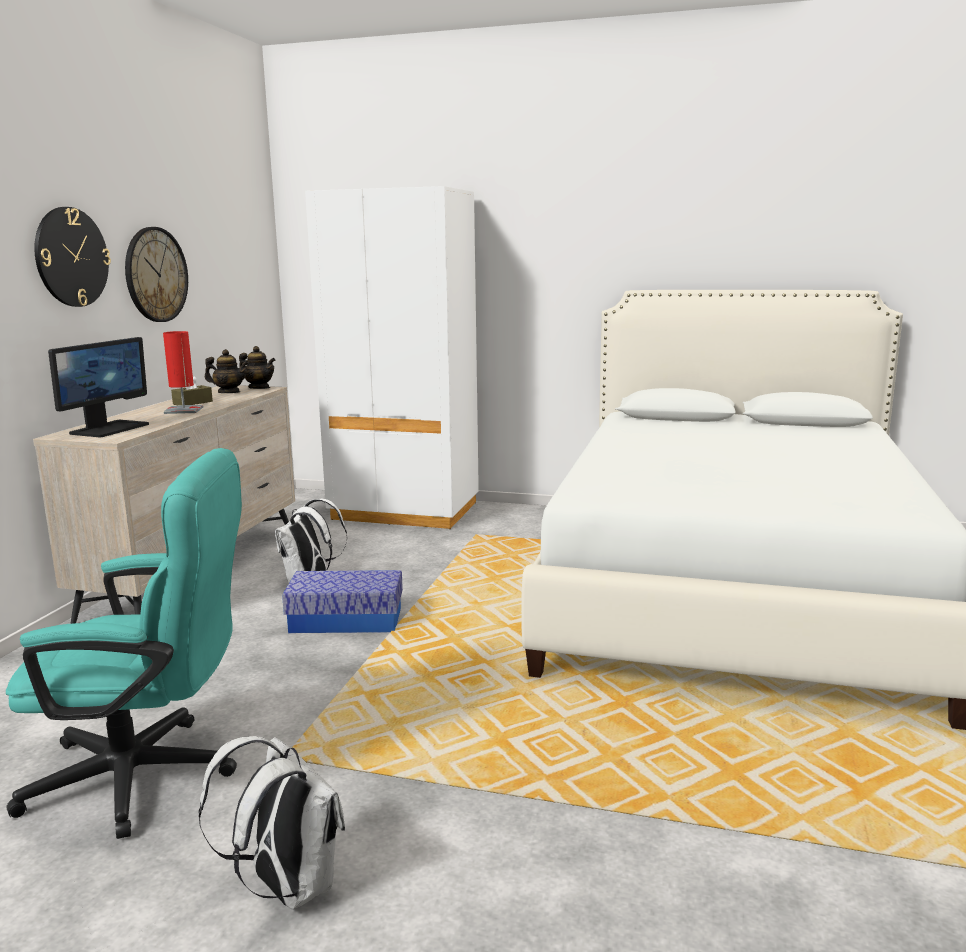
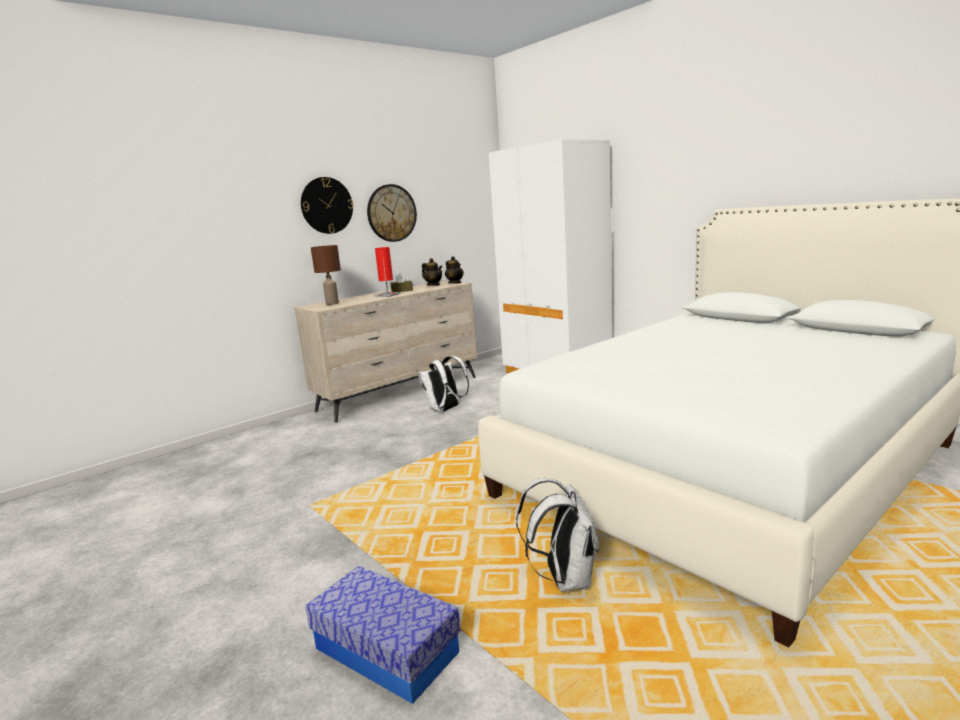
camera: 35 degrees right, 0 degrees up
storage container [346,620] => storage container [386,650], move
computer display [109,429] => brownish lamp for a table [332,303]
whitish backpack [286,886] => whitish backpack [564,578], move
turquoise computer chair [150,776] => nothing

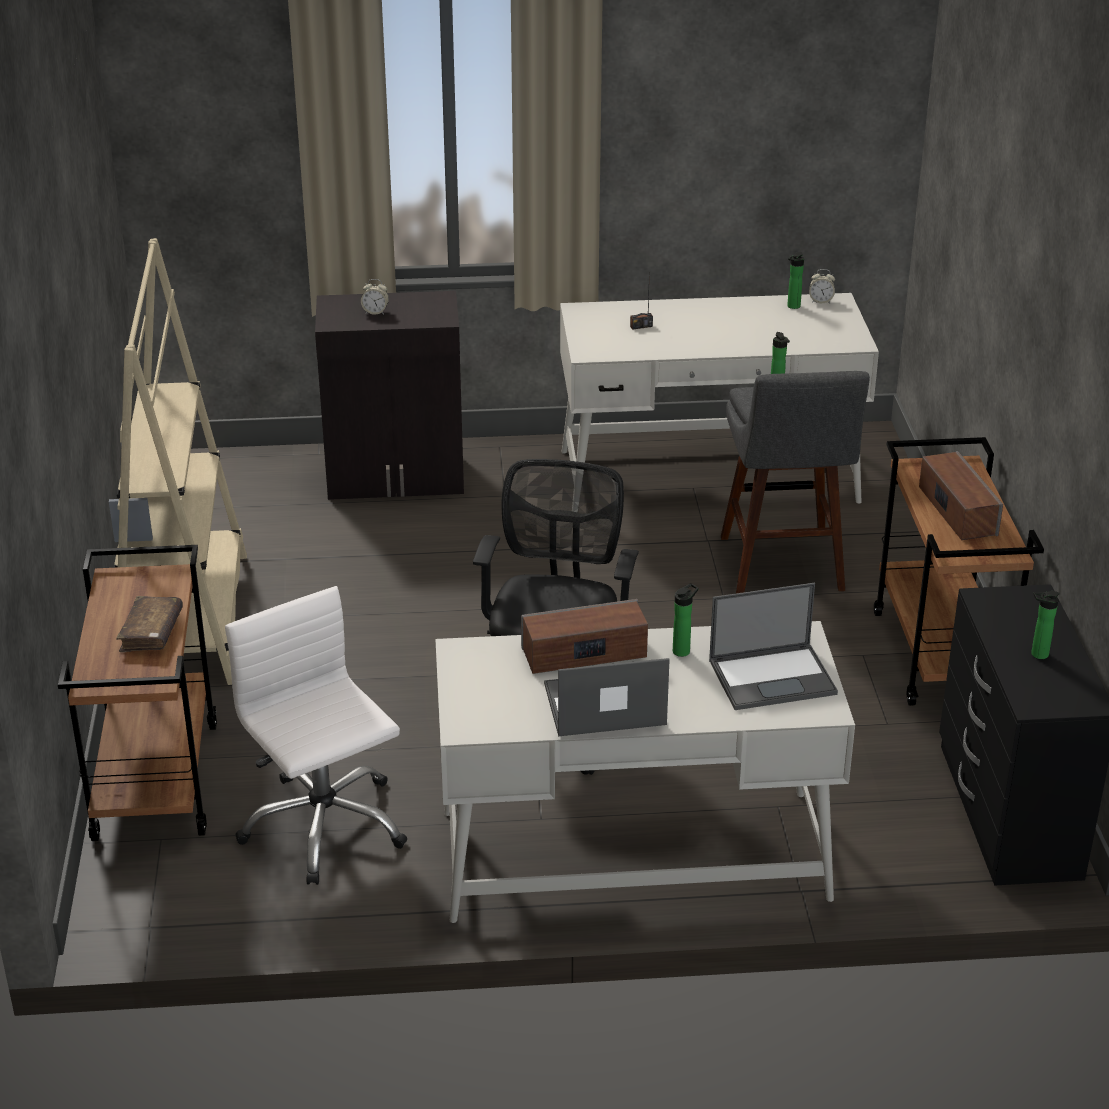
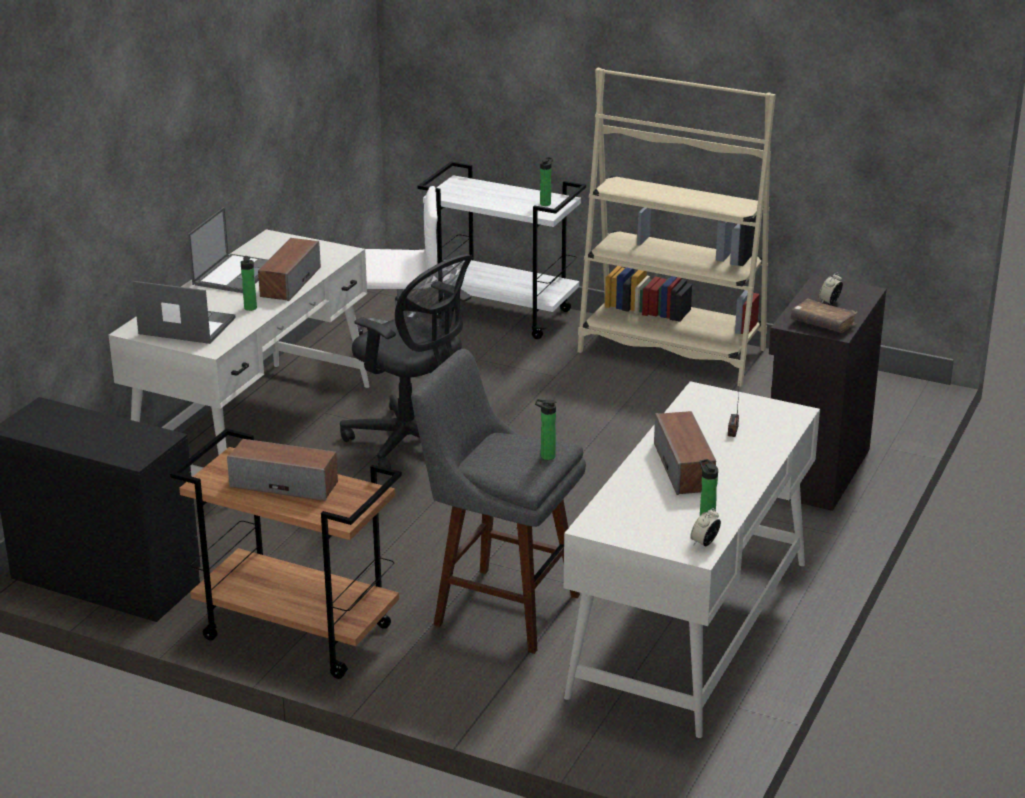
camera: 120 degrees right, 5 degrees down
notebook computer [773,677] => notebook computer [185,326], 90 degrees clockwise
brownish wheeled cart [155,780] => whitish wheeled cart [504,314]
drink bottle [1037,654] => drink bottle [546,203], move
nothing => speaker [684,467]
brownish volume [151,632] => brownish volume [823,324], move

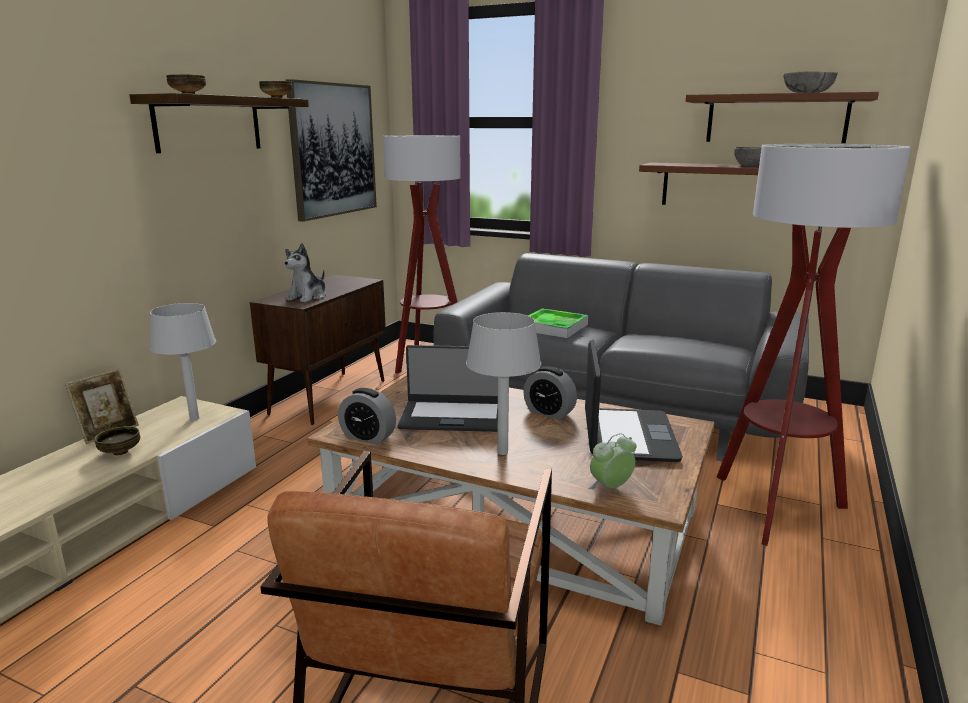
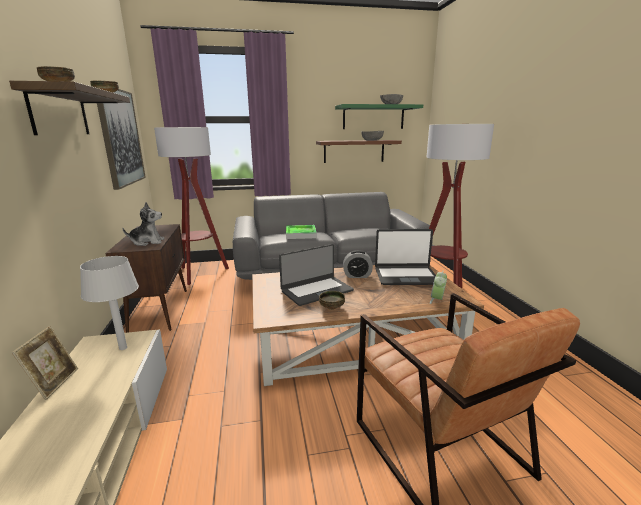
camera: 35 degrees left, 0 degrees up
plush toy [308,297] => plush toy [147,242], 90 degrees counterclockwise
bowl [120,452] => bowl [332,307], move
brownish bracket shelf [776,119] => green bracket shelf [373,117]
notebook computer [627,436] => notebook computer [405,276], 120 degrees clockwise
alarm clock [368,437] => nothing
greyish lamp for a table [502,452] => nothing

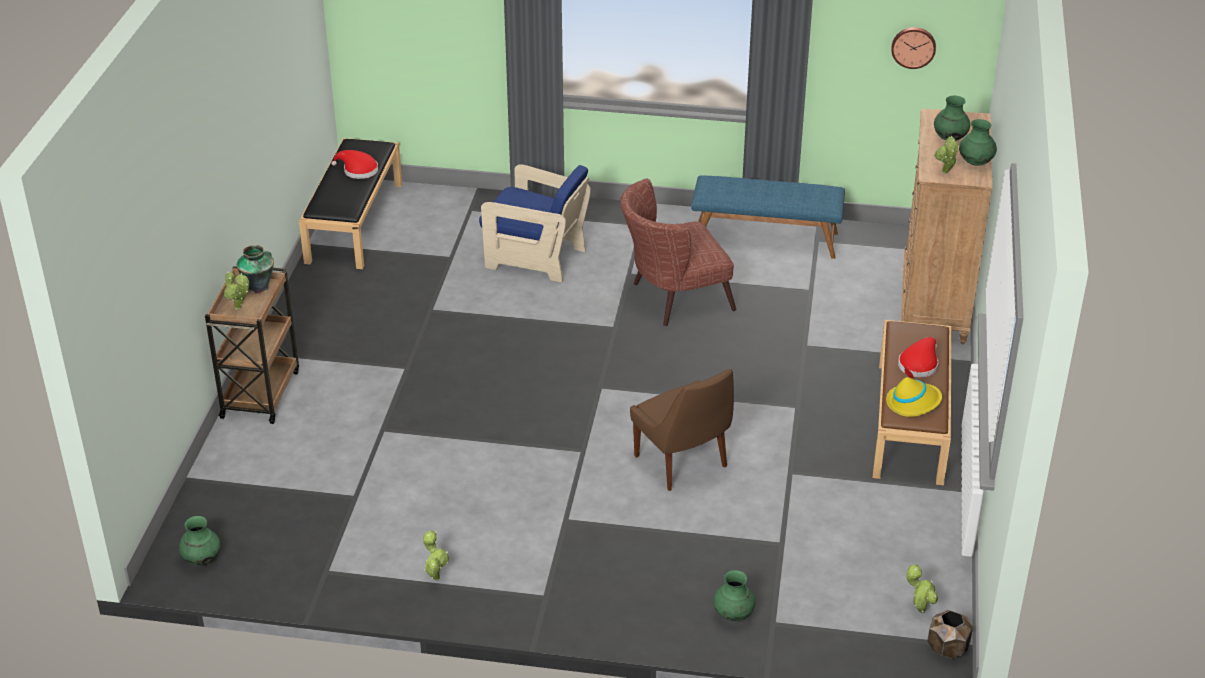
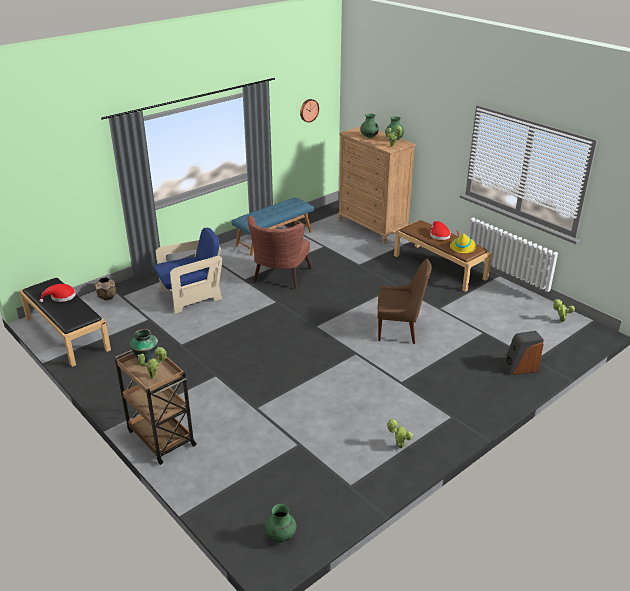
camera: 50 degrees left, 5 degrees down
brownish planter [947,648] => brownish planter [107,297], move
green decorative vase [733,615] => speaker [520,368]

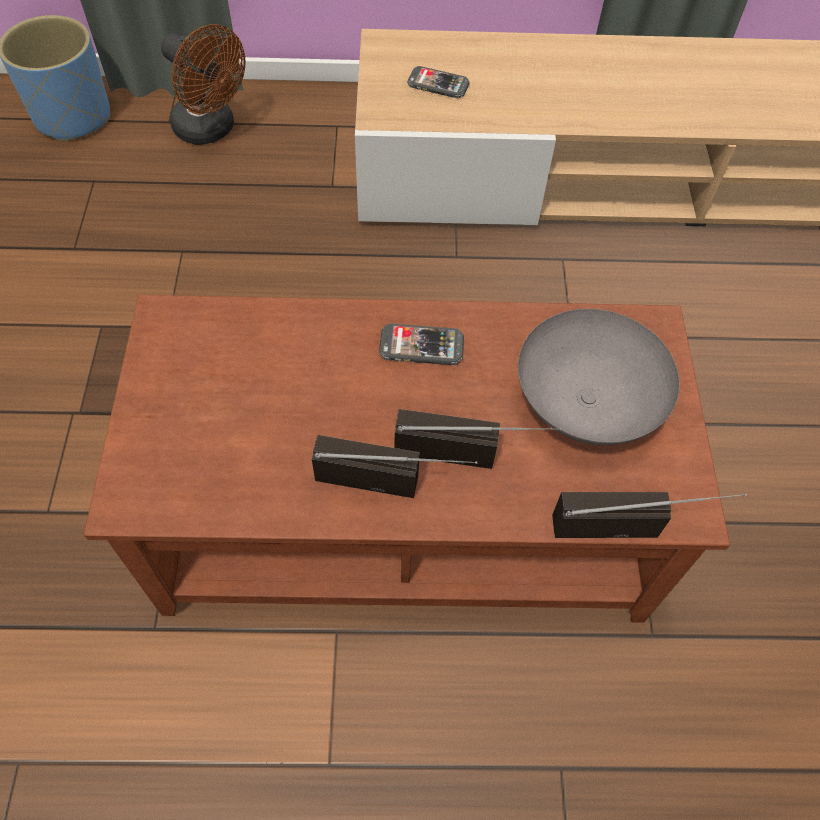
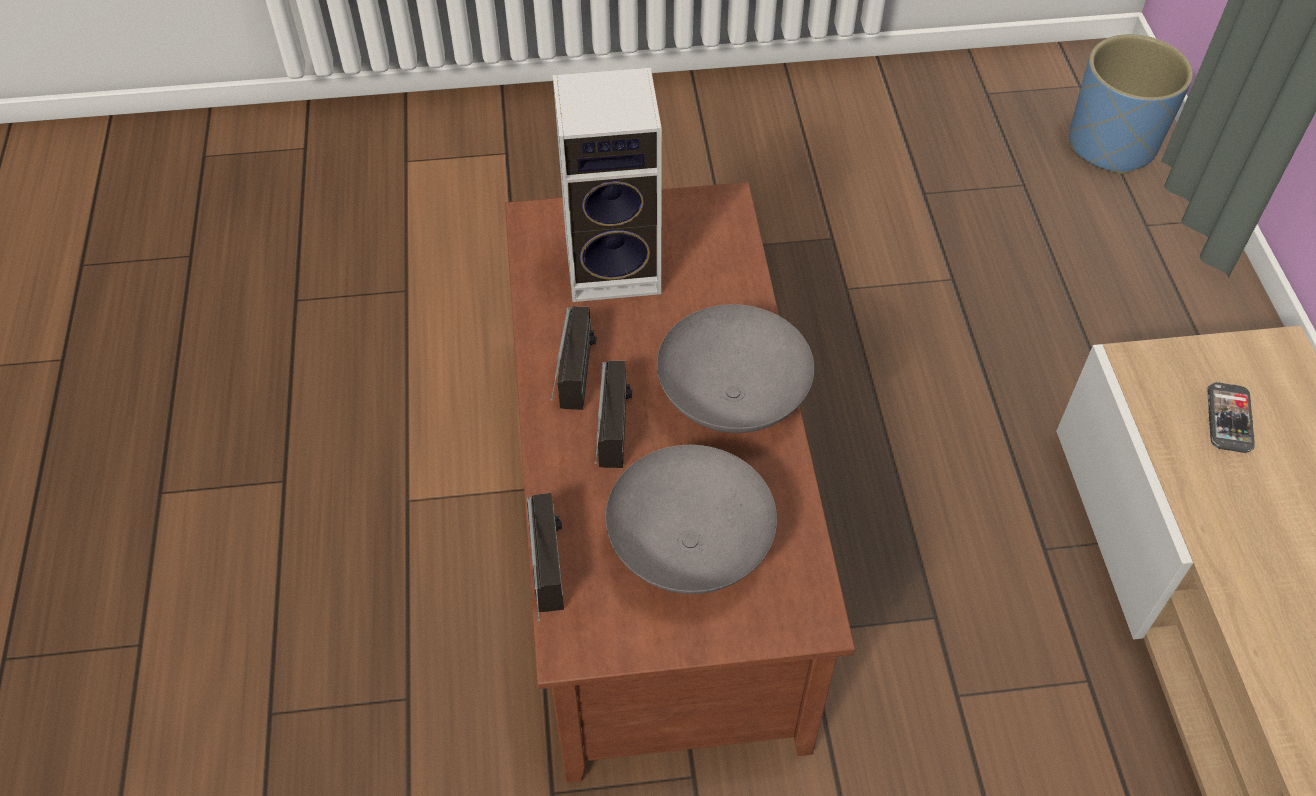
camera: 85 degrees right, 5 degrees down
nothing => speaker [617,265]
handset [421,346] => greyish bowl [735,398]
brownish cooling fan [211,130] => nothing

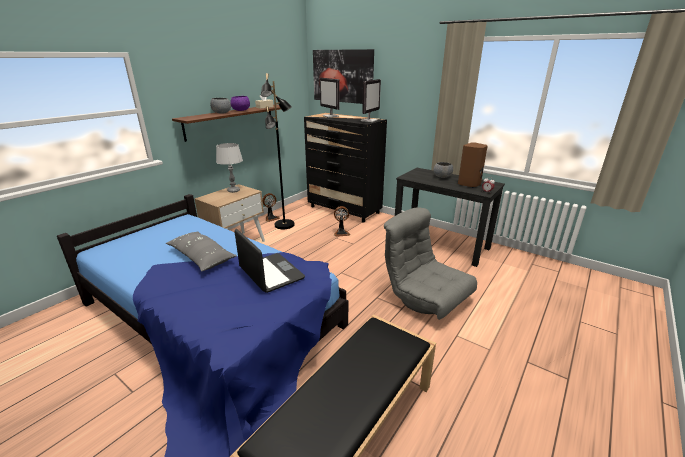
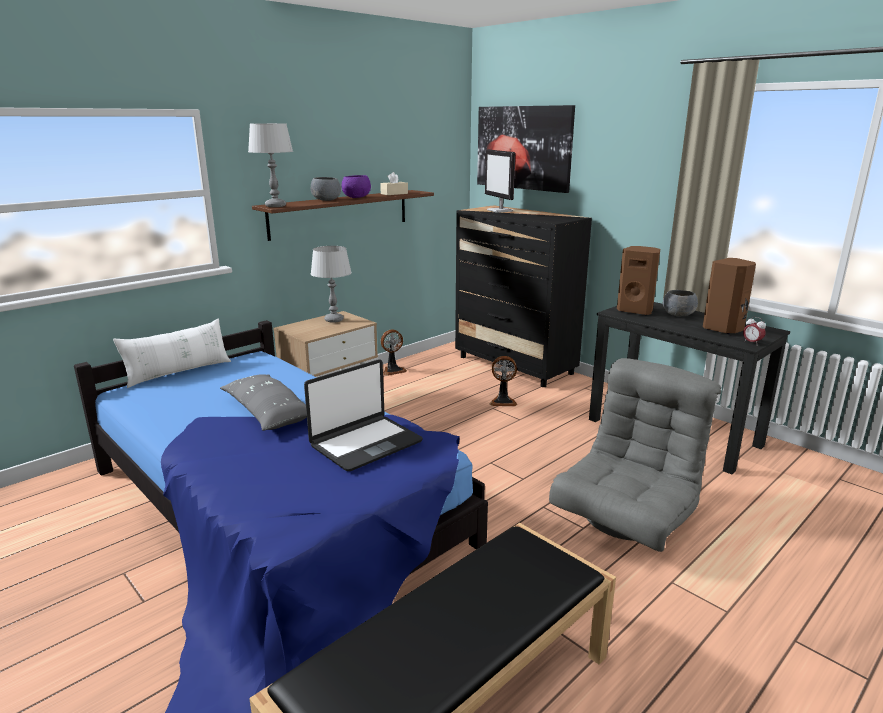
camera: 10 degrees right, 5 degrees down
nothing => whitish cushion [179,372]
nothing => greyish lamp for a table [275,206]
notebook computer [270,273] => notebook computer [365,443], 75 degrees clockwise
greyish lounge chair [425,299] => greyish lounge chair [627,517], 75 degrees clockwise
nothing => brownish speaker [636,310]
blackish standing lamp [285,225] => nothing
computer display [369,120] => nothing

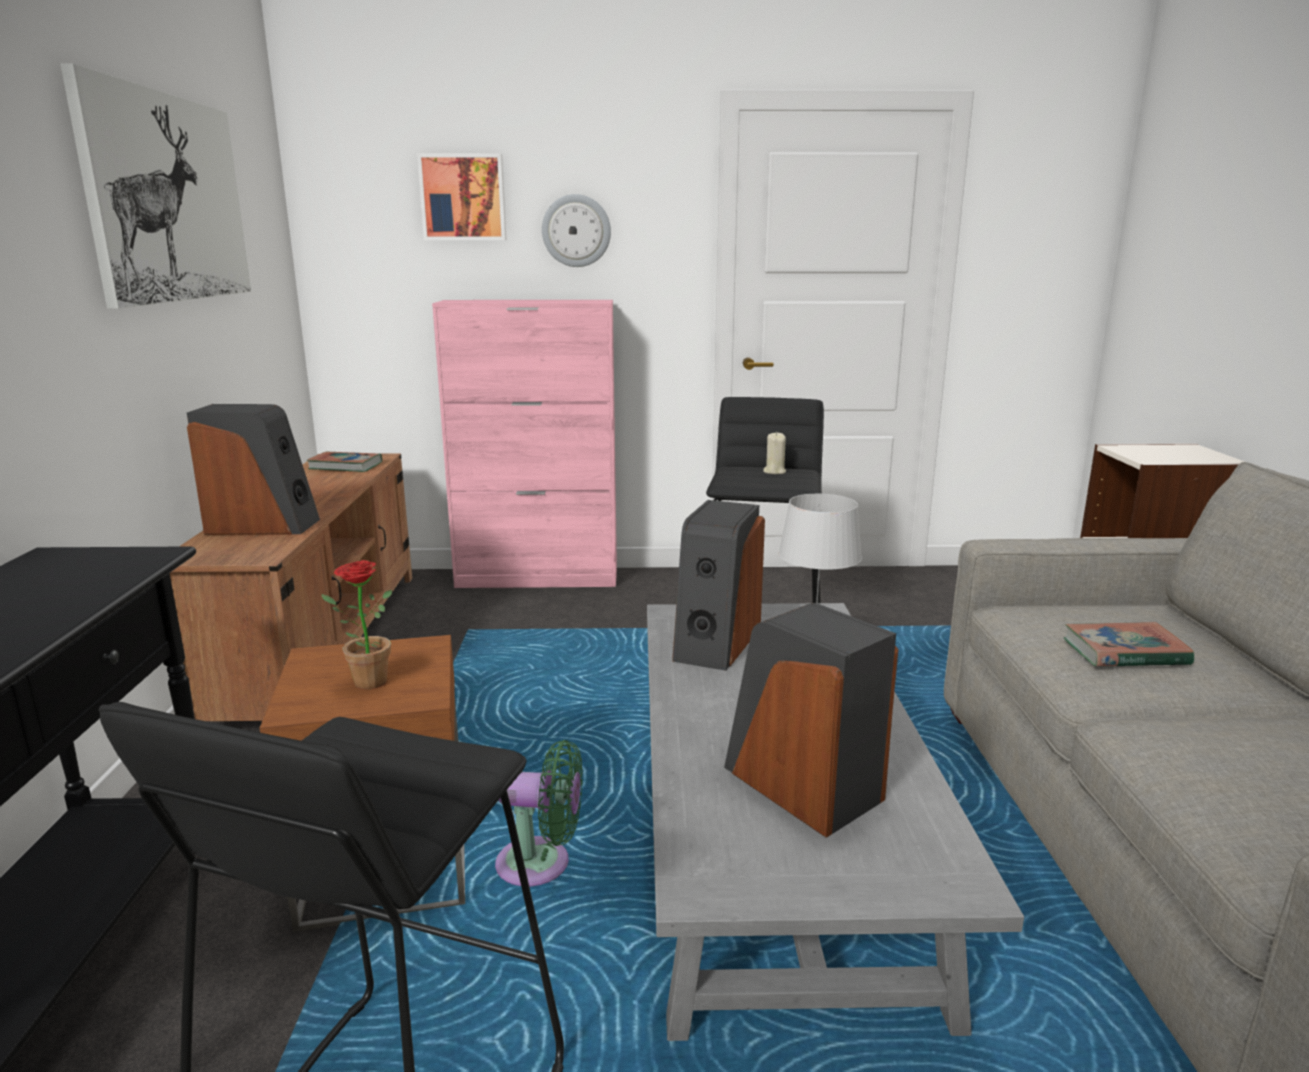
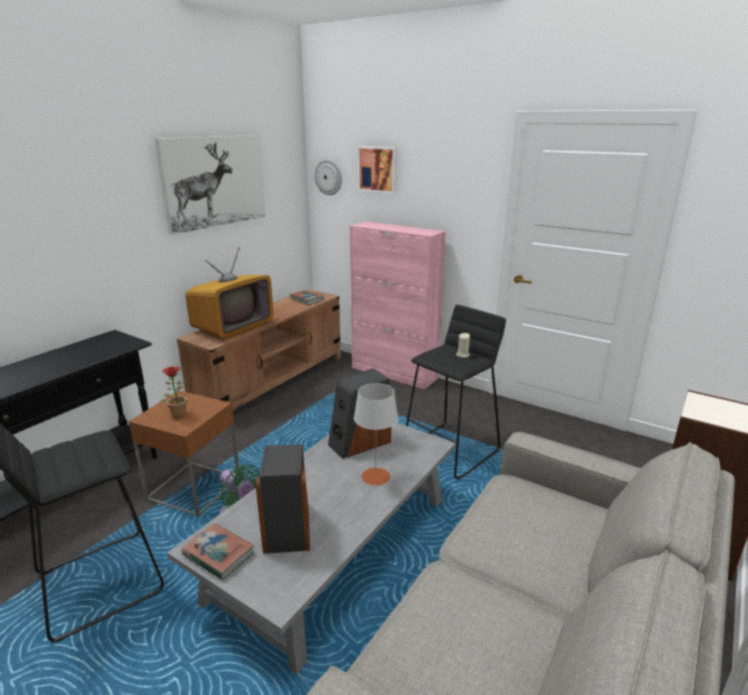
camera: 35 degrees right, 5 degrees up
volume [1125,652] => volume [218,554], move
speaker [263,526] => television [233,327]
wall clock [576,231] => wall clock [328,177], move

